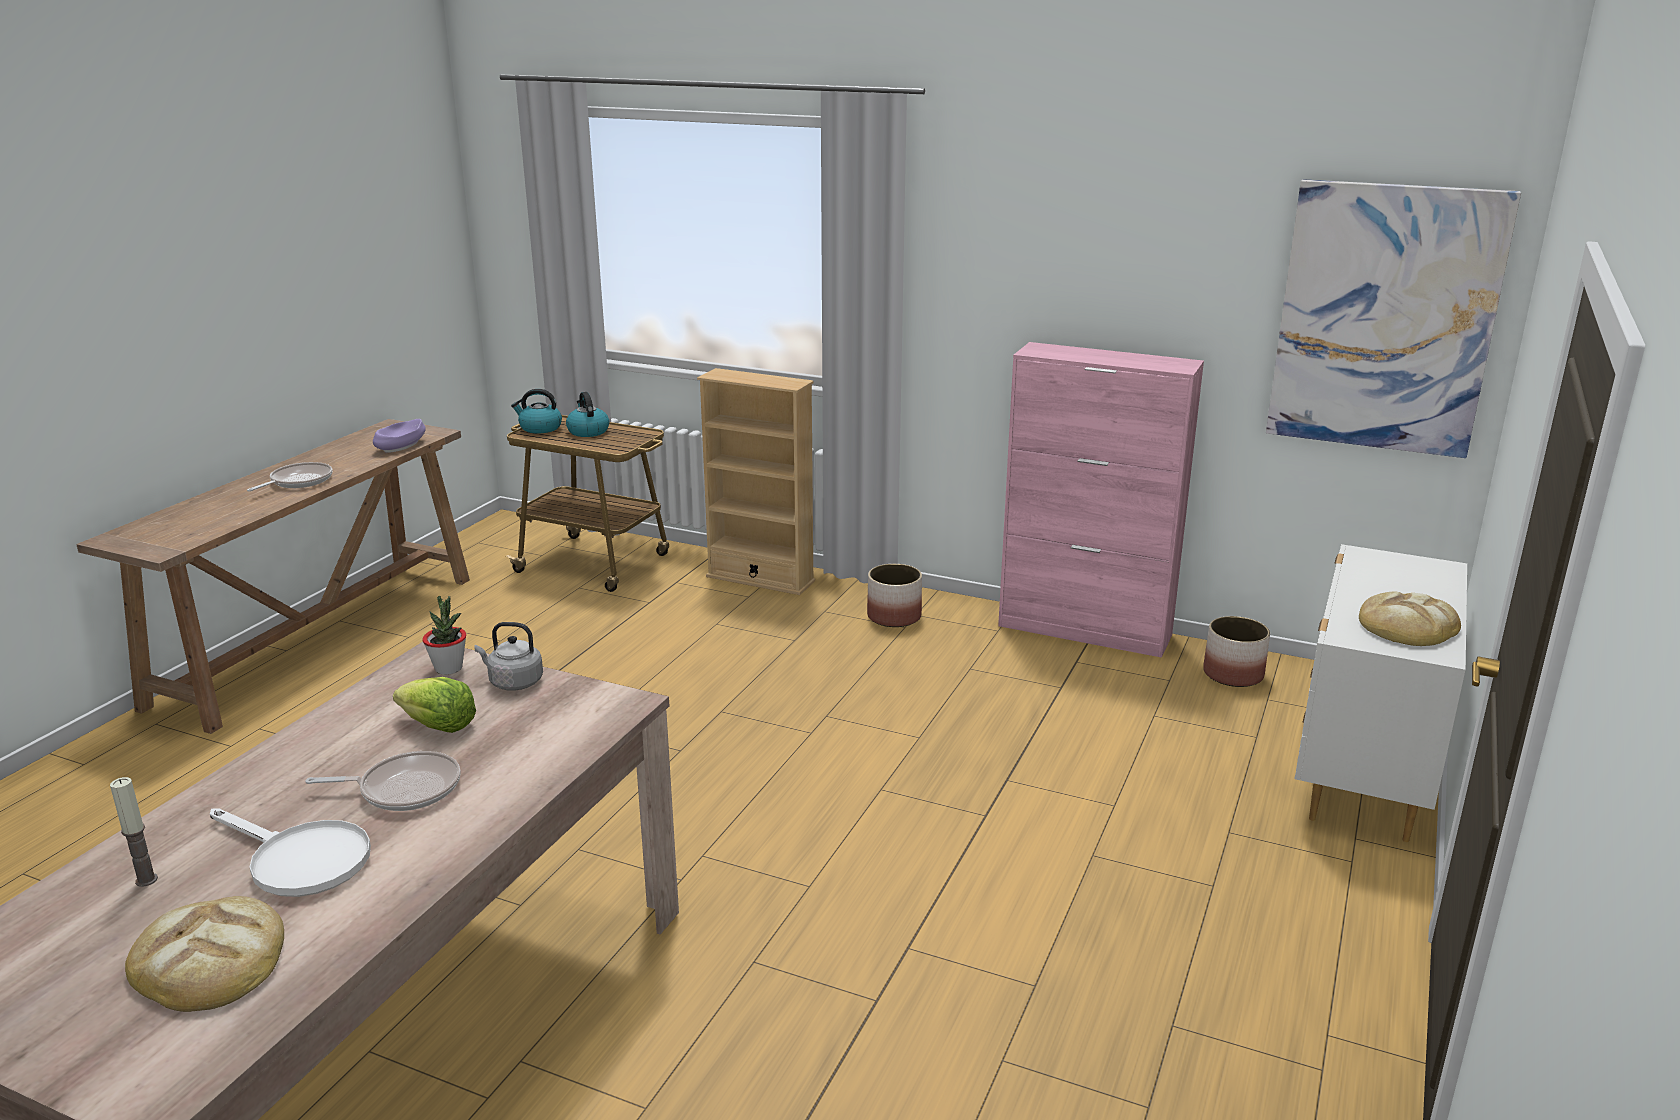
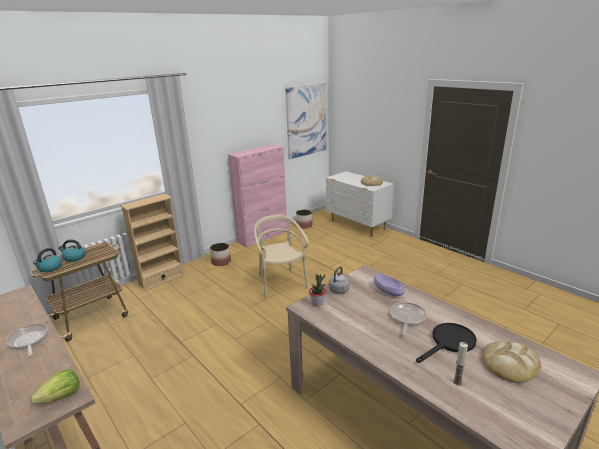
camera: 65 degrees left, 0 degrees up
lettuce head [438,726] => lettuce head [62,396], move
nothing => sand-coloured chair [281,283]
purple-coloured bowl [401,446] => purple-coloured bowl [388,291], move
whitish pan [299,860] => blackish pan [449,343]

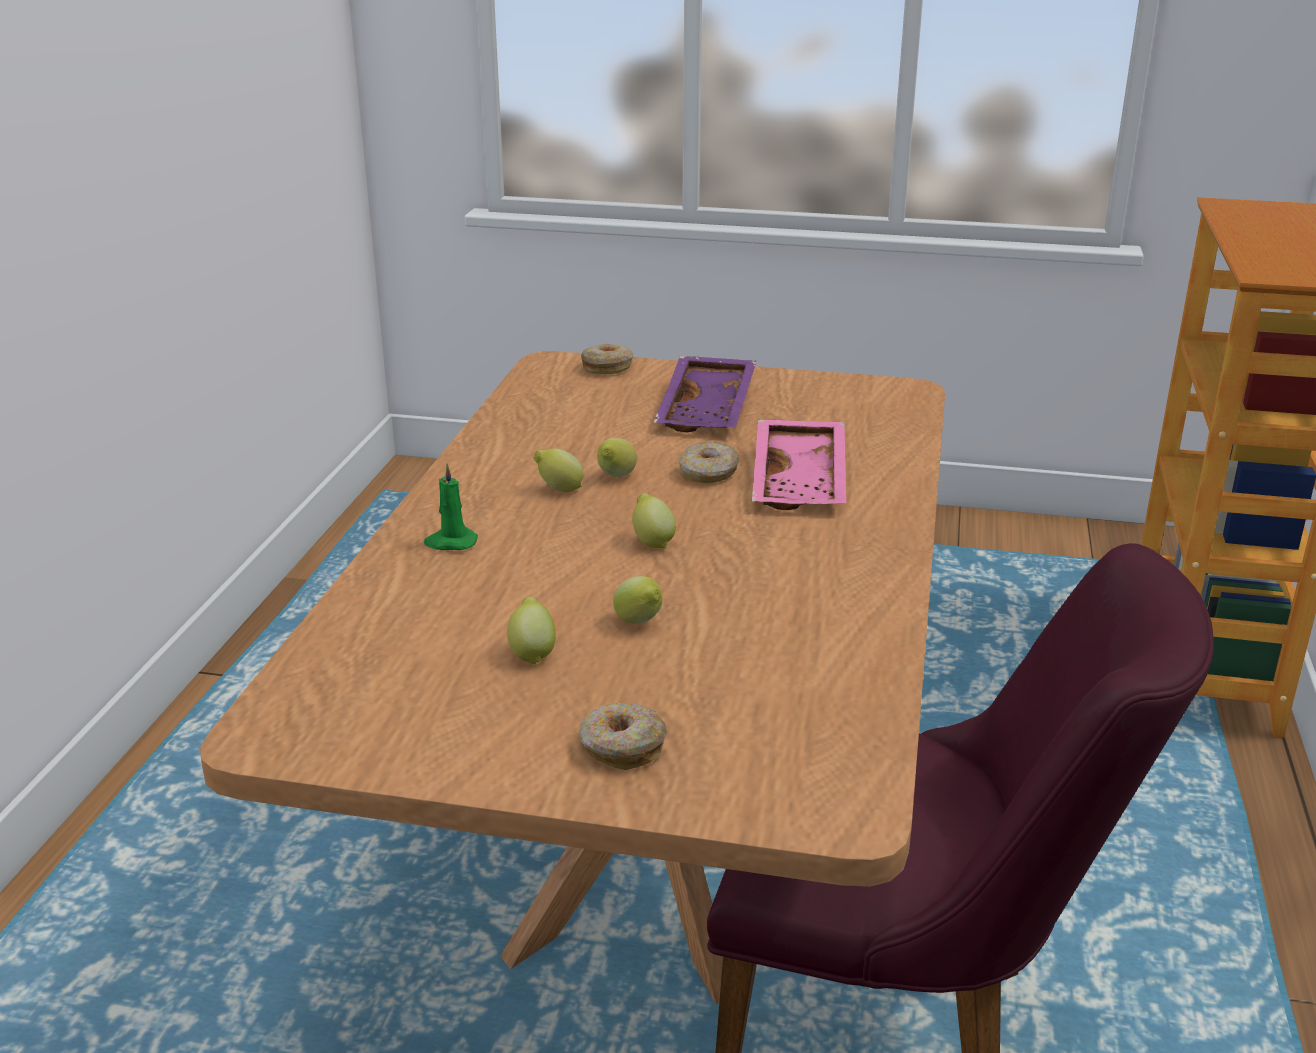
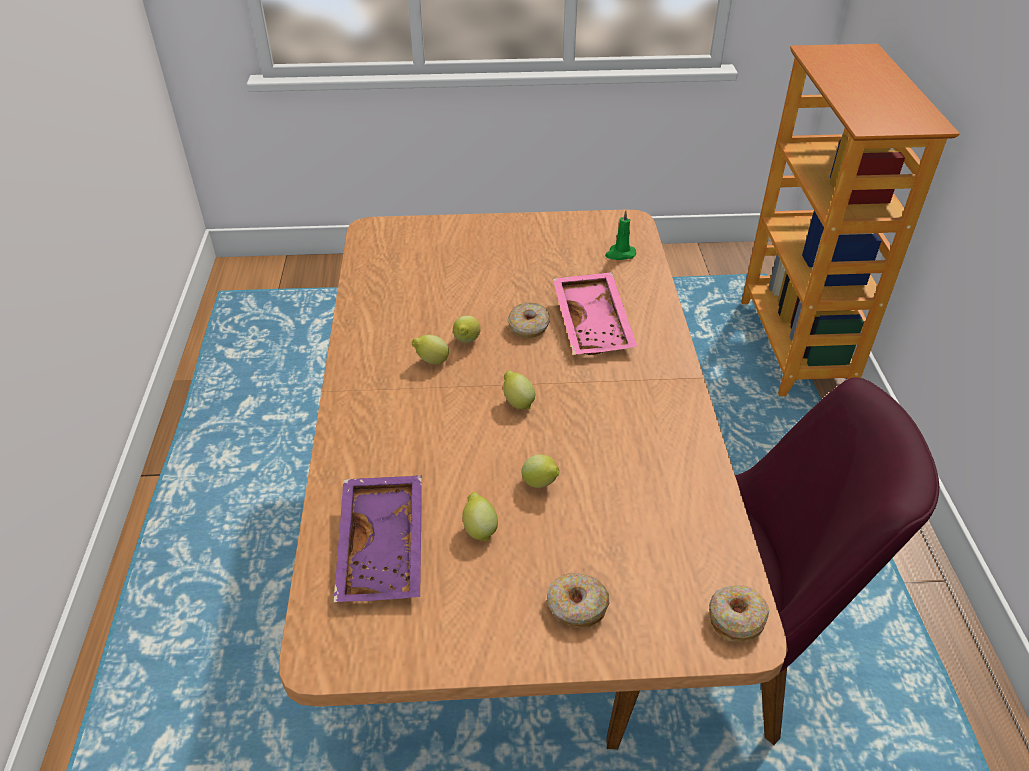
camera: 15 degrees left, 15 degrees up
purple-coloured tray [709,410] => purple-coloured tray [385,548], move
green wax candle [450,542] => green wax candle [620,254], move
doughnut [607,367] => doughnut [735,618], move

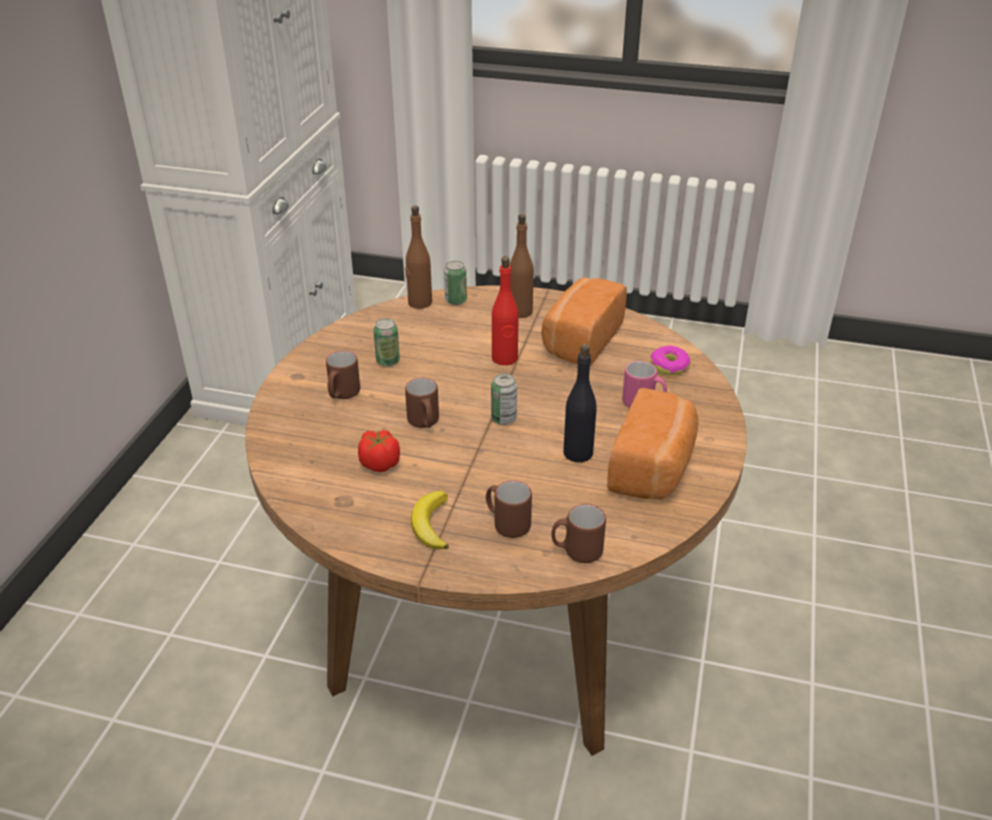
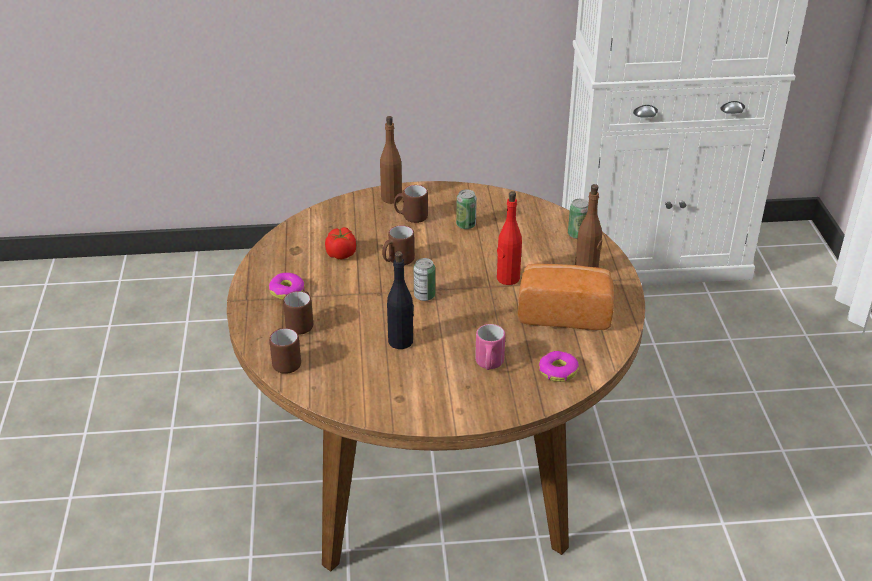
camera: 70 degrees right, 0 degrees up
banana fruit [431,524] => doughnut [287,291]
brownish drink bottle [419,302] => brownish drink bottle [391,198], move
bread [653,468] => nothing

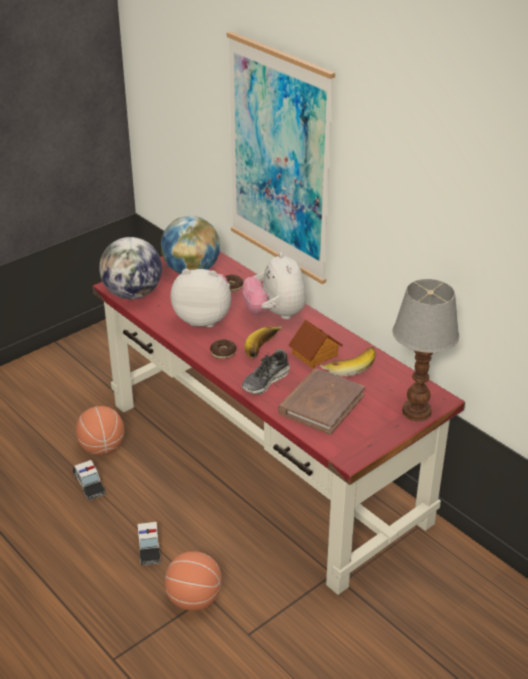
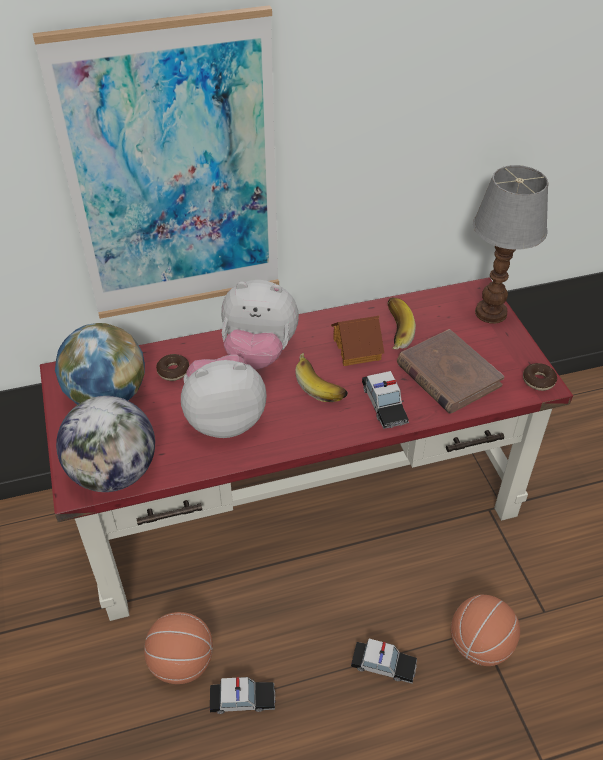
camera: 65 degrees left, 10 degrees up
plush toy [203,319] => plush toy [224,419], 45 degrees clockwise
shoe [265,381] => model car [384,405]
doughnut [223,352] => doughnut [538,380], move

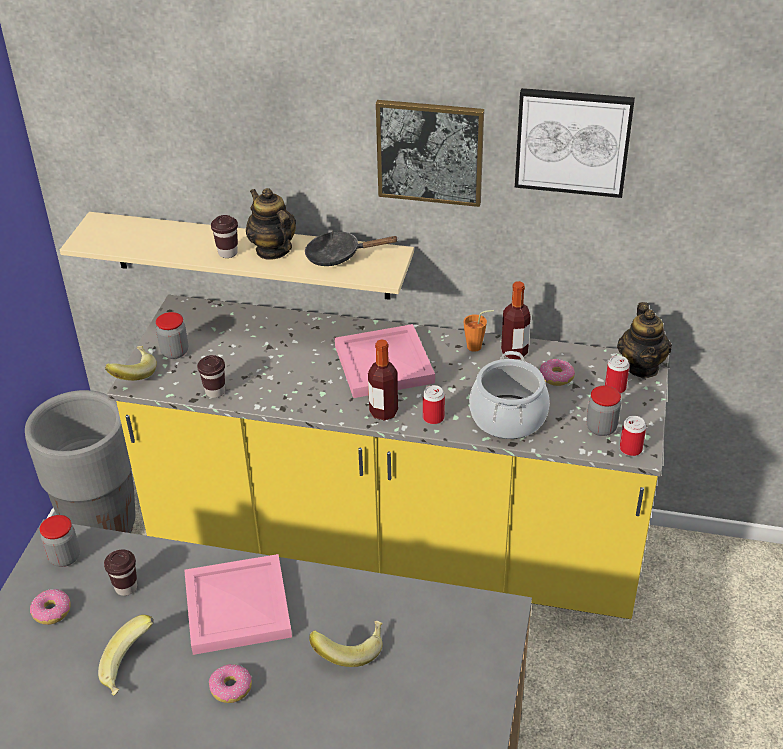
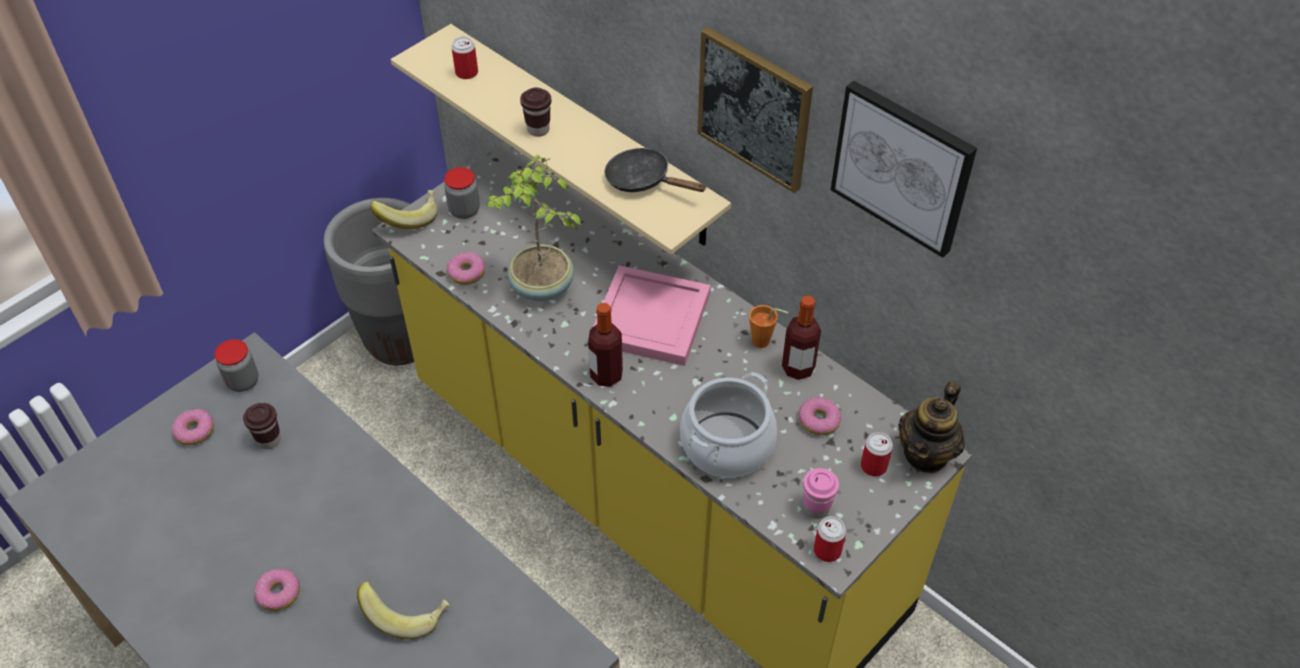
camera: 30 degrees right, 10 degrees up
brownish cup [215,392] => doughnut [467,273]
metal can [433,418] => metal can [466,73], move
nothing => plant in a pot [541,288]
storage jar [601,428] => pink cup [816,508]
banana fruit [131,668] => nothing
pink tray [239,605] => nothing
teapot [273,250] => nothing

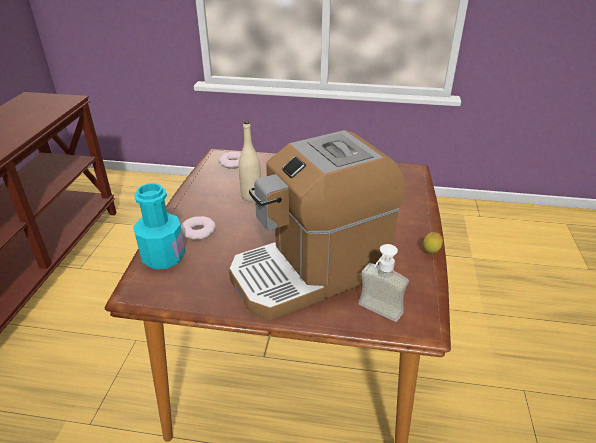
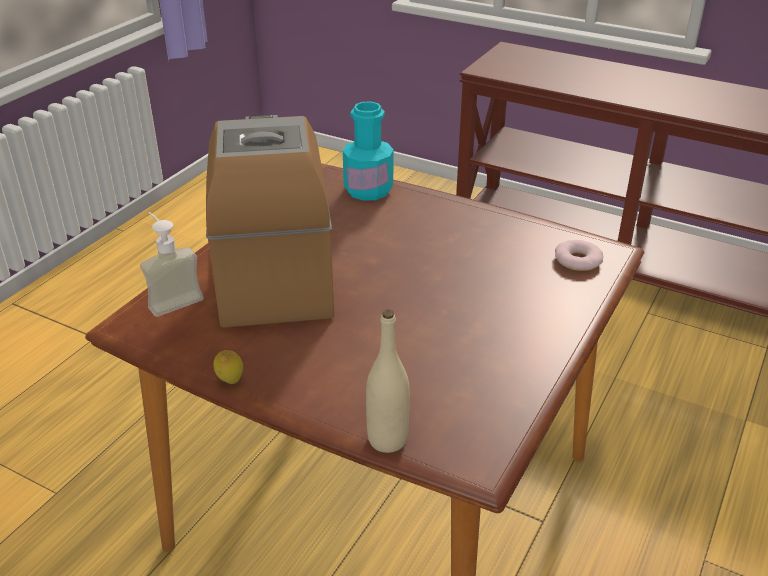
camera: 110 degrees right, 0 degrees up
sand-coloured drink bottle [251,196] => sand-coloured drink bottle [387,439], move
doughnut [198,231] => nothing

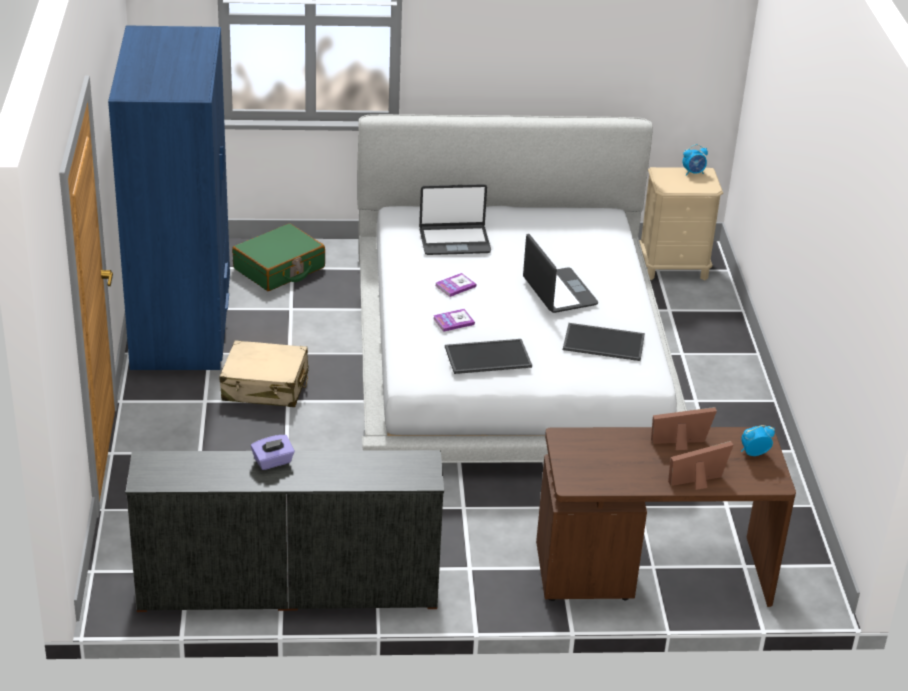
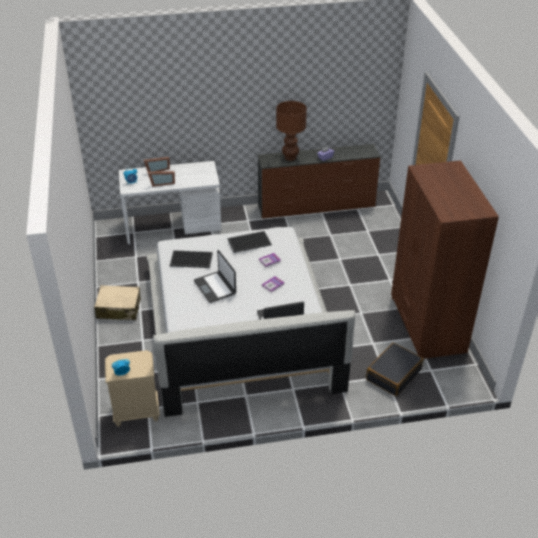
camera: 175 degrees right, 5 degrees up
sand-coloured piece of luggage [265,386] => sand-coloured piece of luggage [118,308], move
brownish desk [652,572] => whitish desk [173,226]
nothing => brownish lamp for a table [290,157]
green piece of luggage [279,268] => blackish piece of luggage [393,374]
bluish clothes cupboard [183,323] => brownish clothes cupboard [427,325]

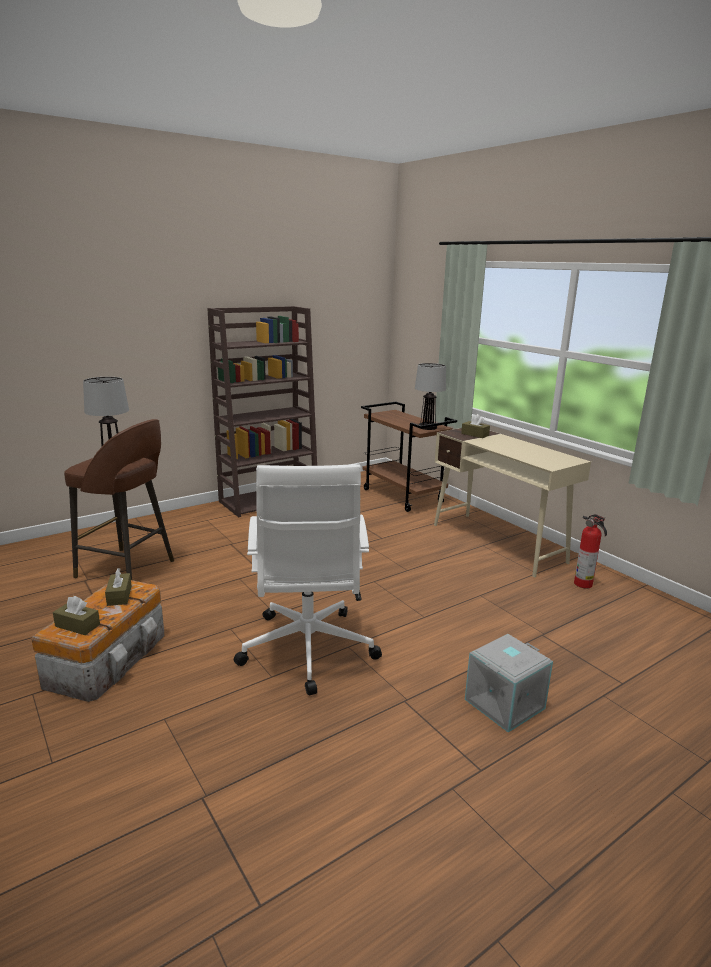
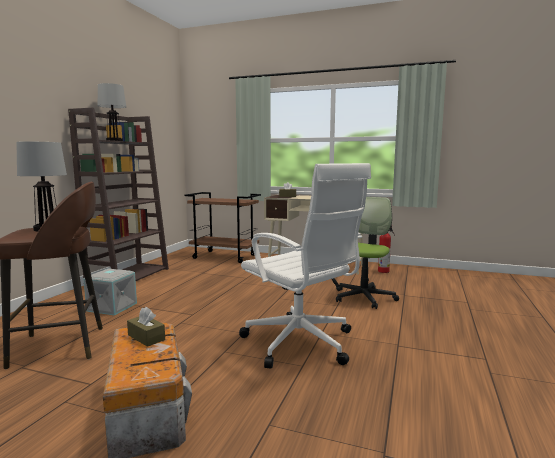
camera: 35 degrees left, 10 degrees down
greyish storage container [504,703] => greyish storage container [111,307], move
lamp for a table [427,427] => lamp for a table [114,141], move
nothing => computer chair [364,297]
brownish box of tissues [77,625] => nothing

